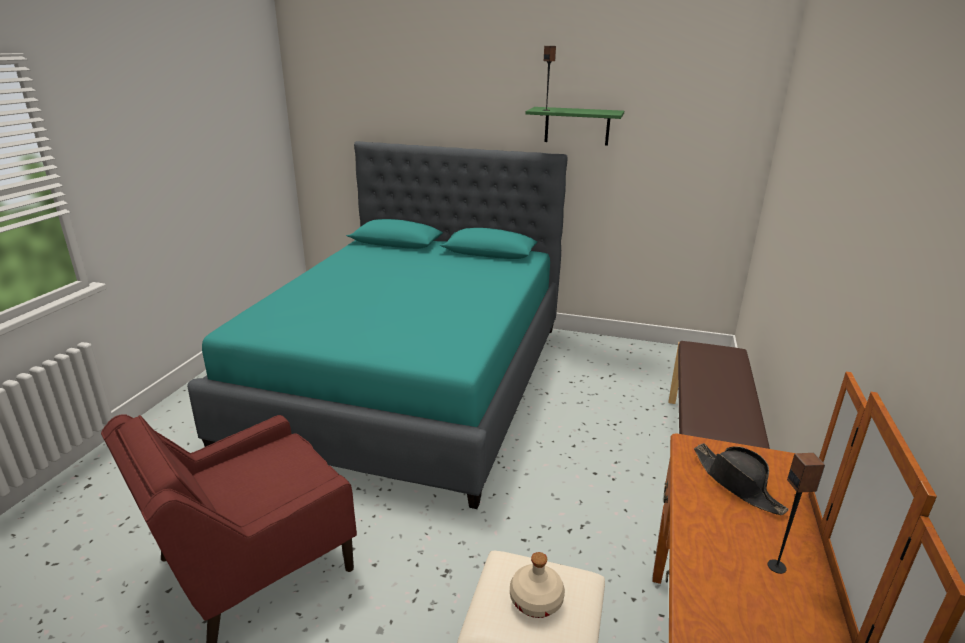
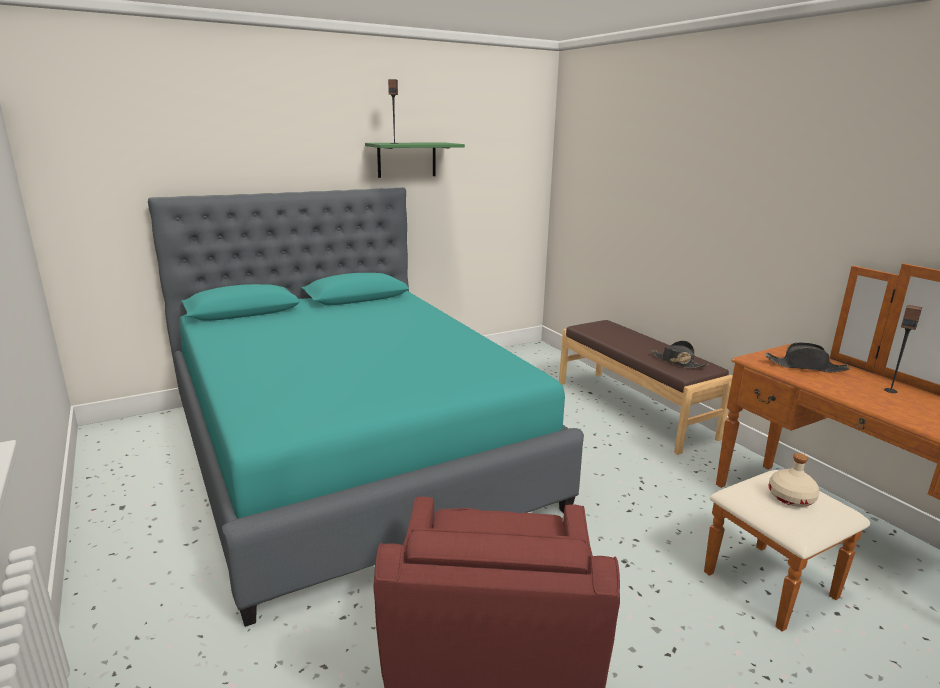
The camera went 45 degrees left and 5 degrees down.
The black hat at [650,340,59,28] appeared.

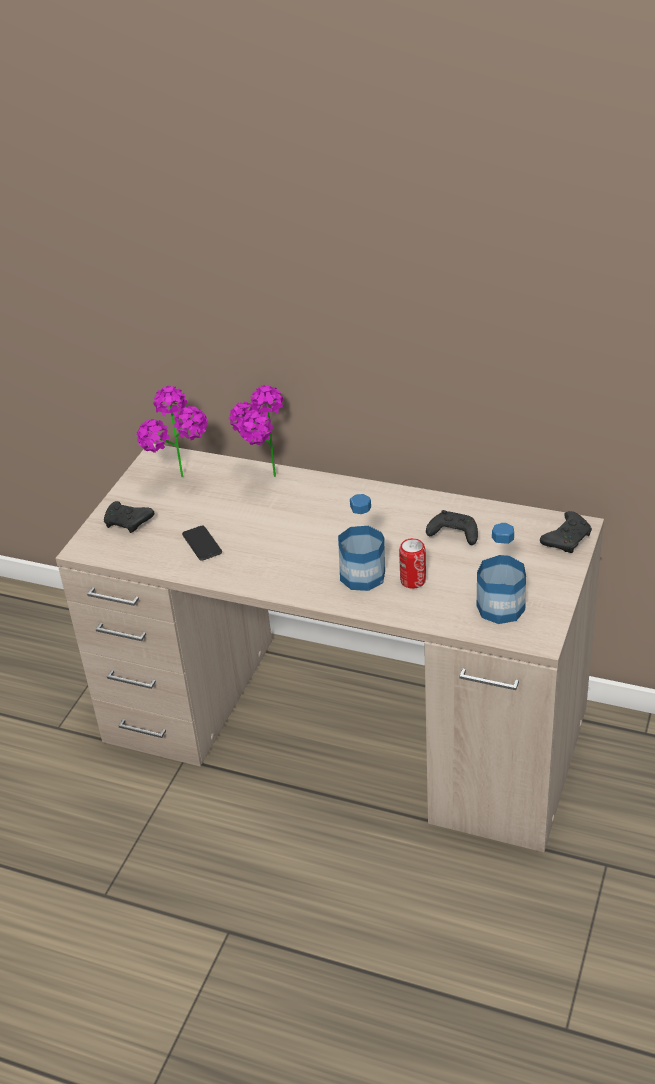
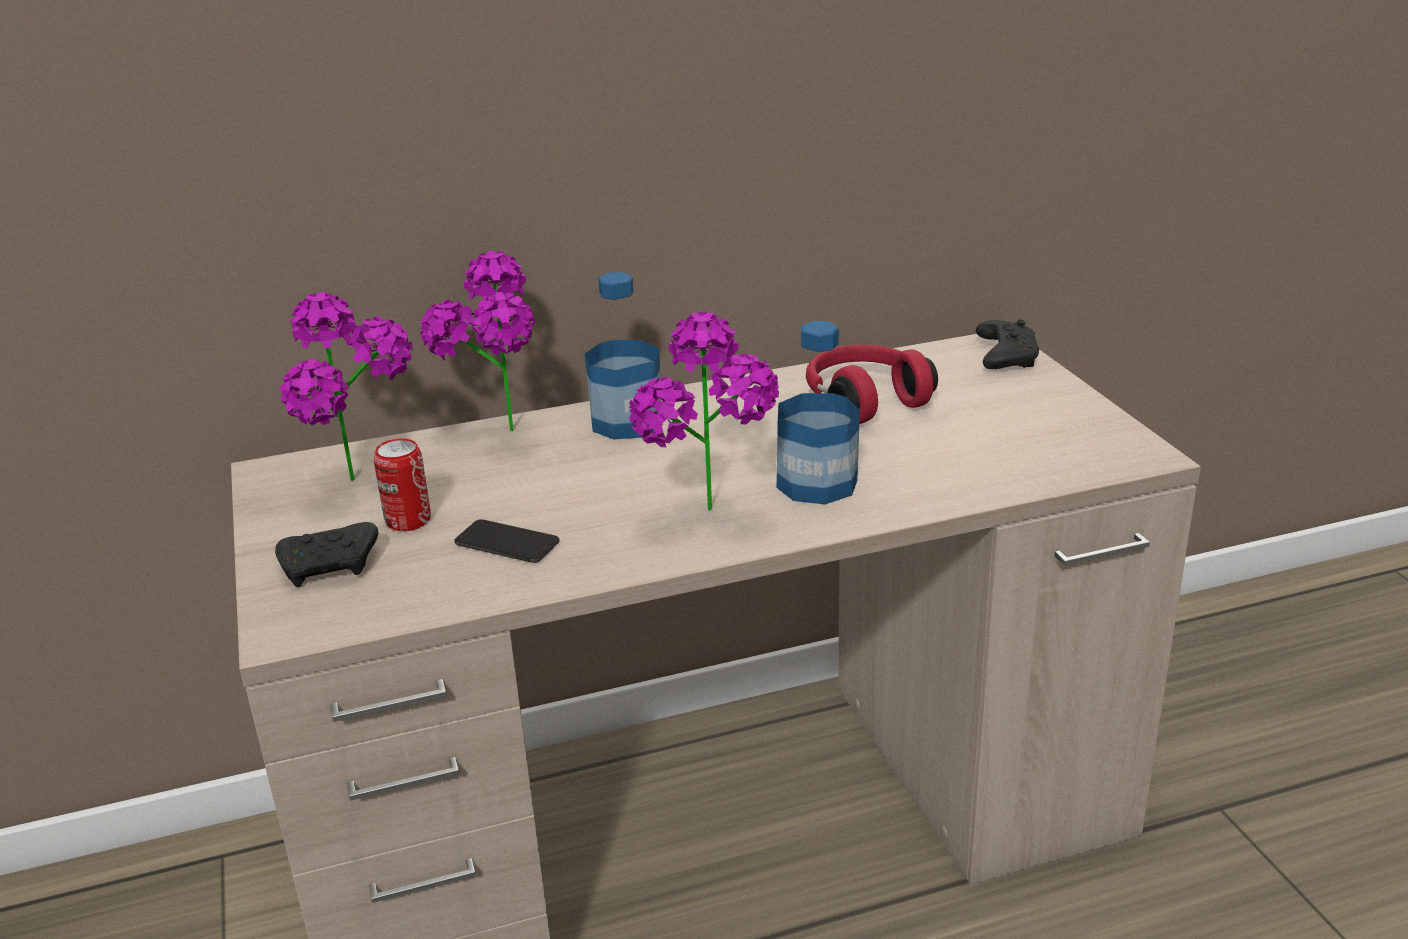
The camera went 40 degrees left and 10 degrees down.
The black game controller at [426,510,52,35] was replaced by the red headphones at [806,345,132,79].
The bottle moved from [477,523,49,101] to [585,272,76,167].
The can moved from [399,538,27,51] to [374,438,57,93].
The potted plant at [629,312,150,198] appeared.

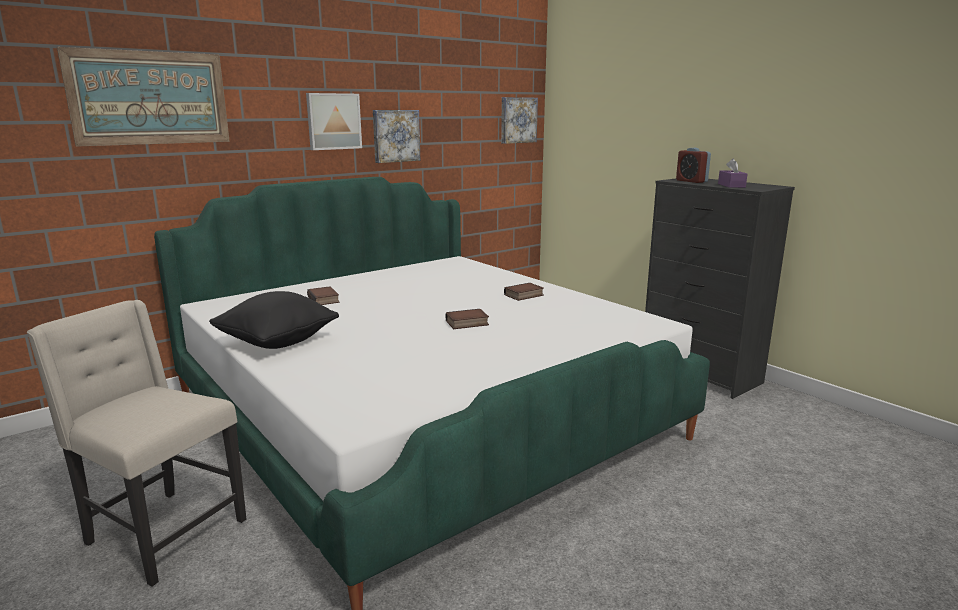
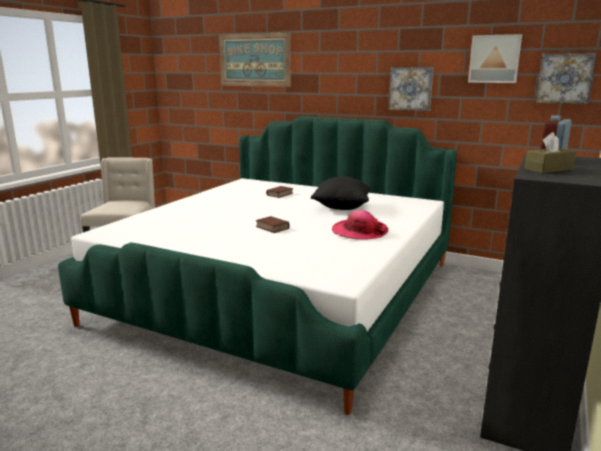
The camera went 65 degrees right and 0 degrees up.
The picture moved from [306,93,56,57] to [468,34,54,49].
The purple tissue box at [718,158,29,30] became the brown tissue box at [524,132,52,41].
The book at [504,283,40,18] was replaced by the hat at [332,210,56,30].
The black pillow moved from [209,291,130,58] to [311,176,60,34].

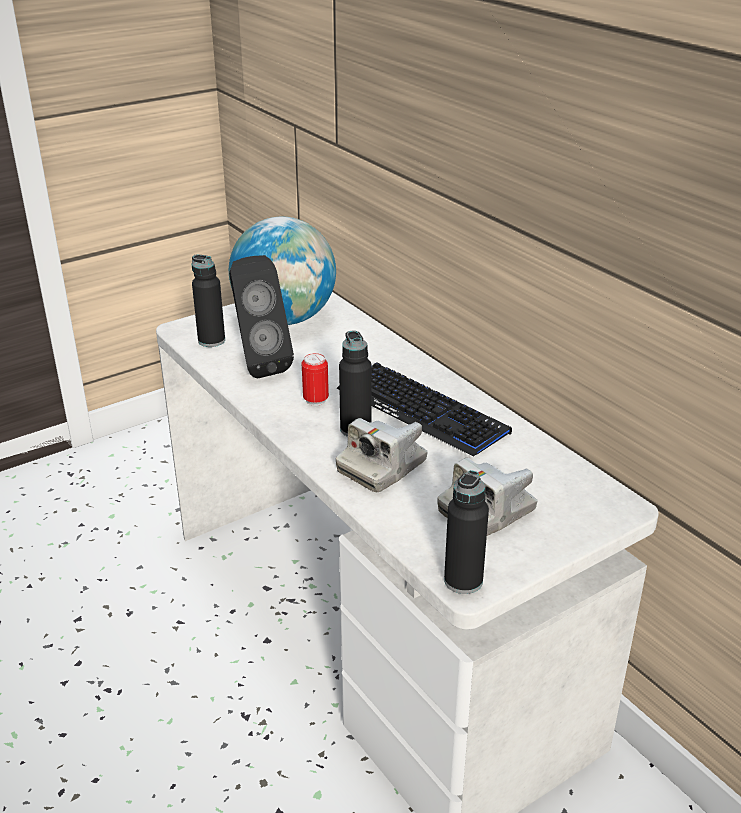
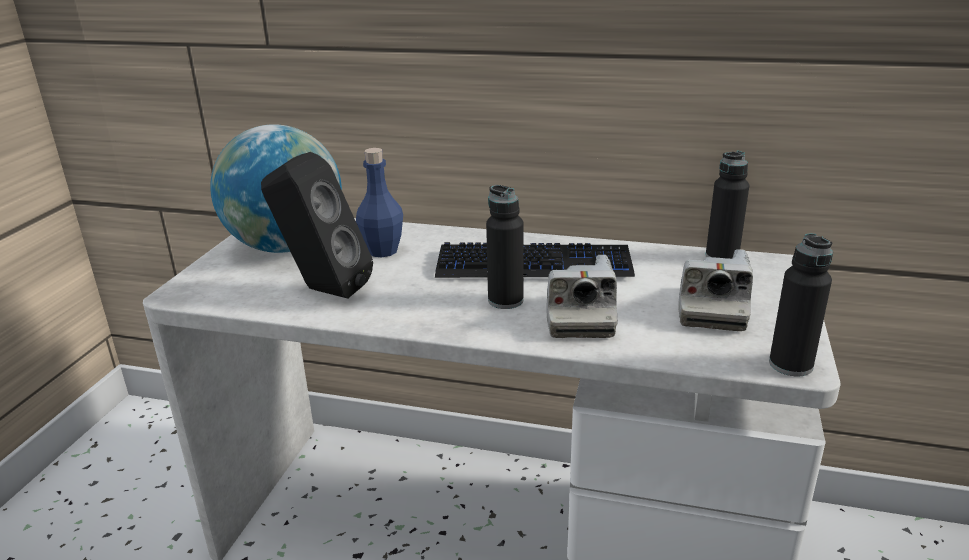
The camera went 40 degrees left and 5 degrees down.
The black bottle moved from [192,254,33,93] to [706,151,43,108].
The can at [302,353,27,53] disappeared.
The blue bottle at [356,148,47,109] appeared.

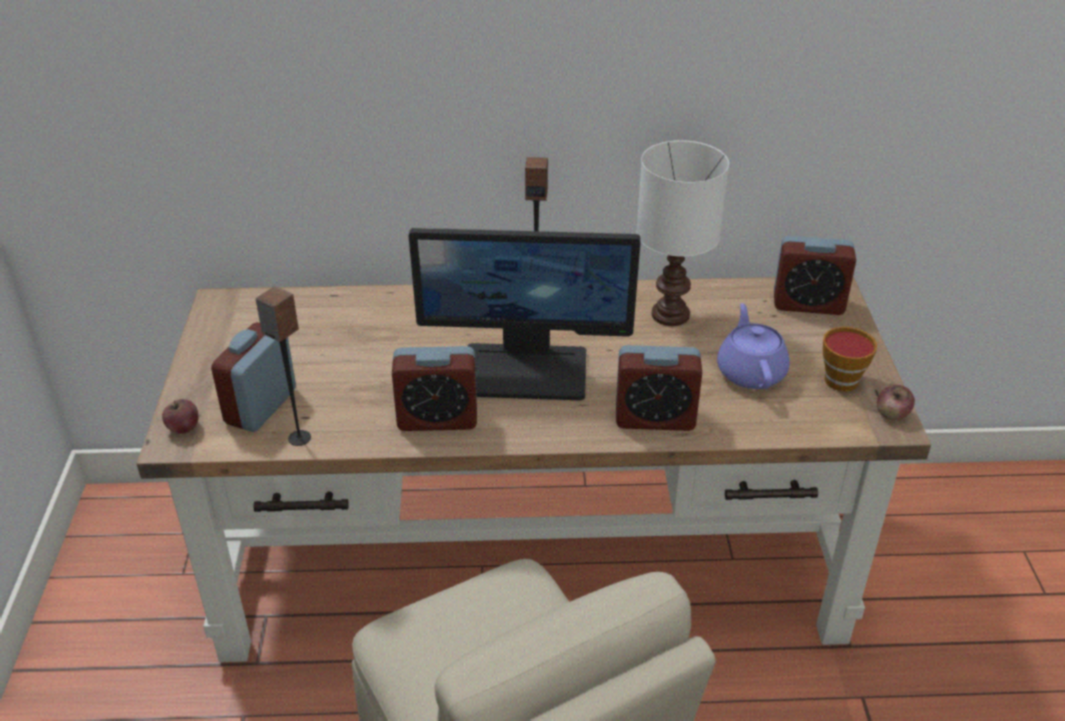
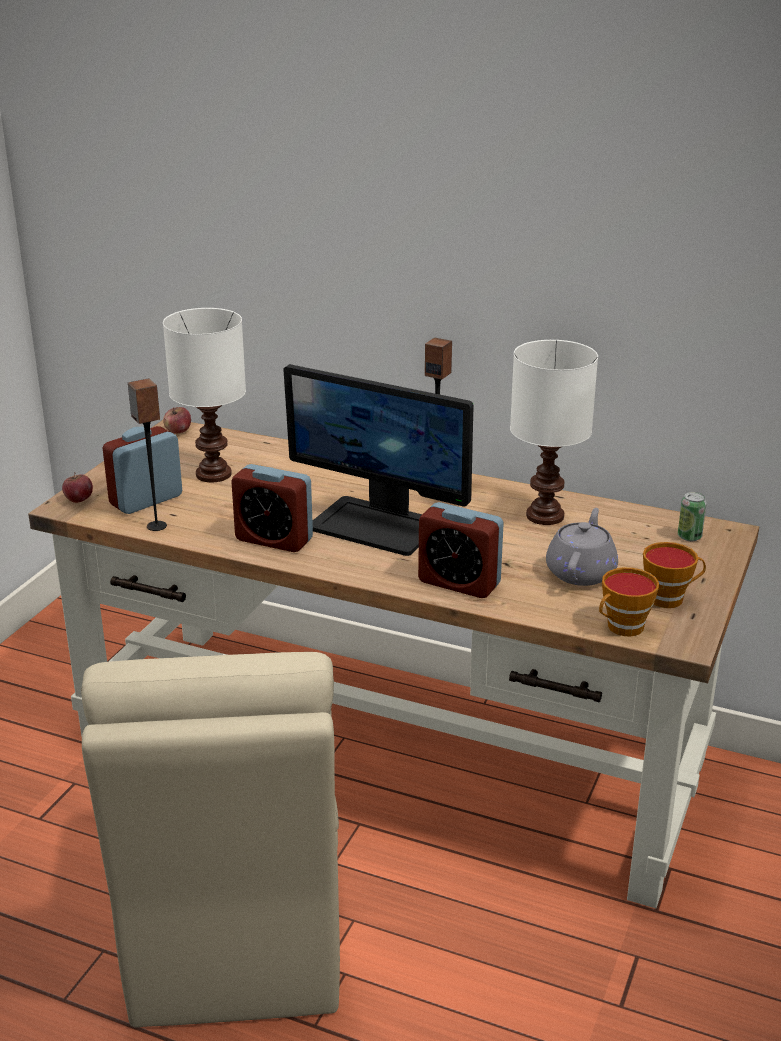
The camera went 25 degrees right and 10 degrees down.
The alarm clock at [774,236,82,79] was replaced by the can at [678,492,29,49].
The purple teapot at [717,303,73,86] became the grey teapot at [546,508,72,78].
The apple moved from [877,385,38,35] to [163,407,28,27].
The white table lamp at [163,308,83,174] appeared.
The cup at [599,568,60,68] appeared.

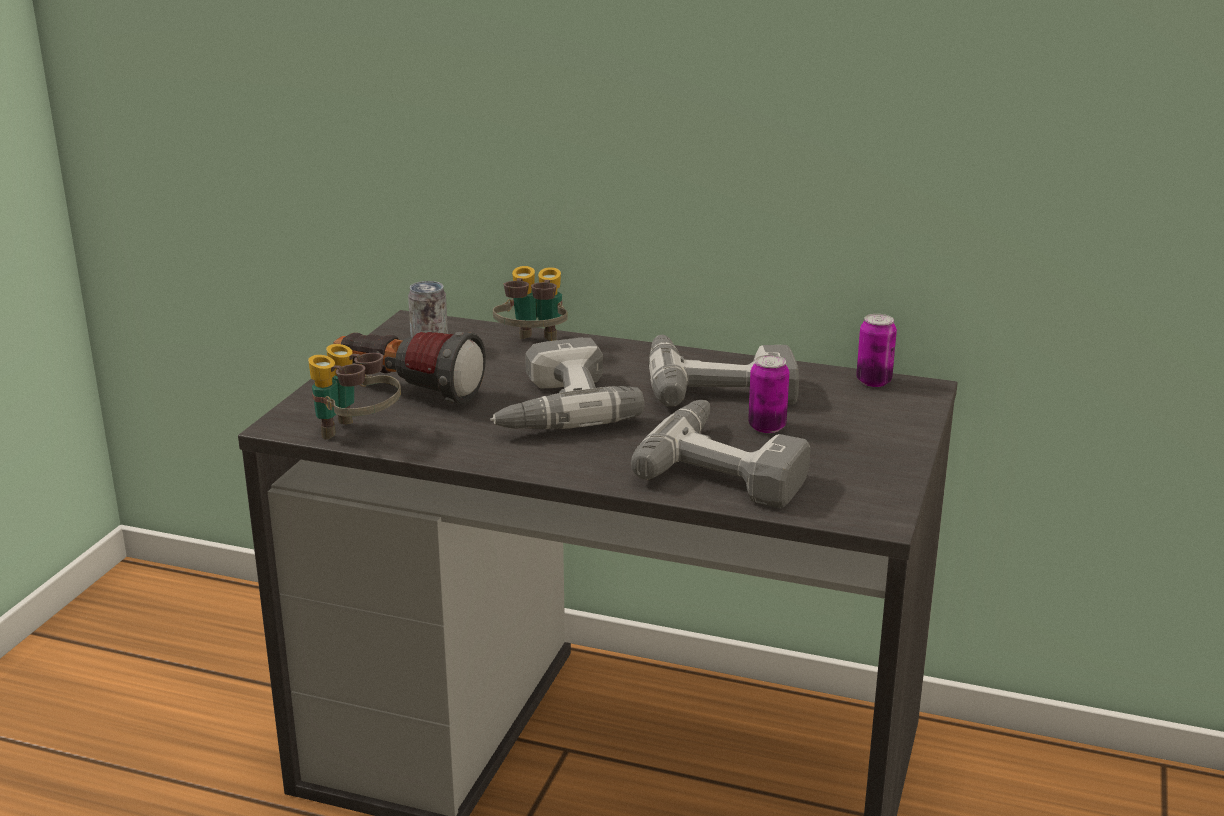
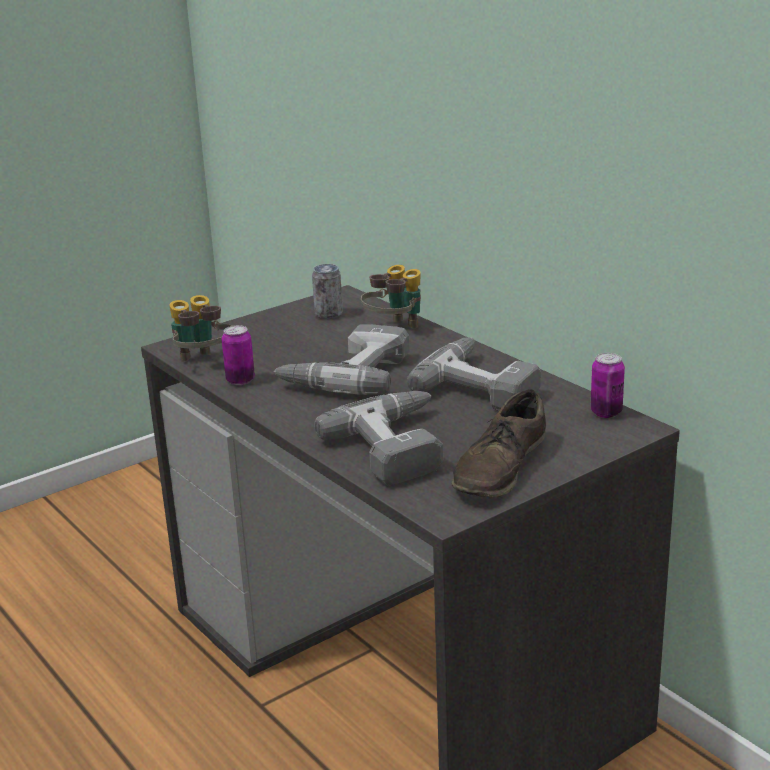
The camera went 35 degrees right and 0 degrees up.
The flashlight at [333,332,153,72] disappeared.
The can moved from [748,355,41,78] to [222,325,33,60].
The brown shoe at [452,389,94,108] appeared.

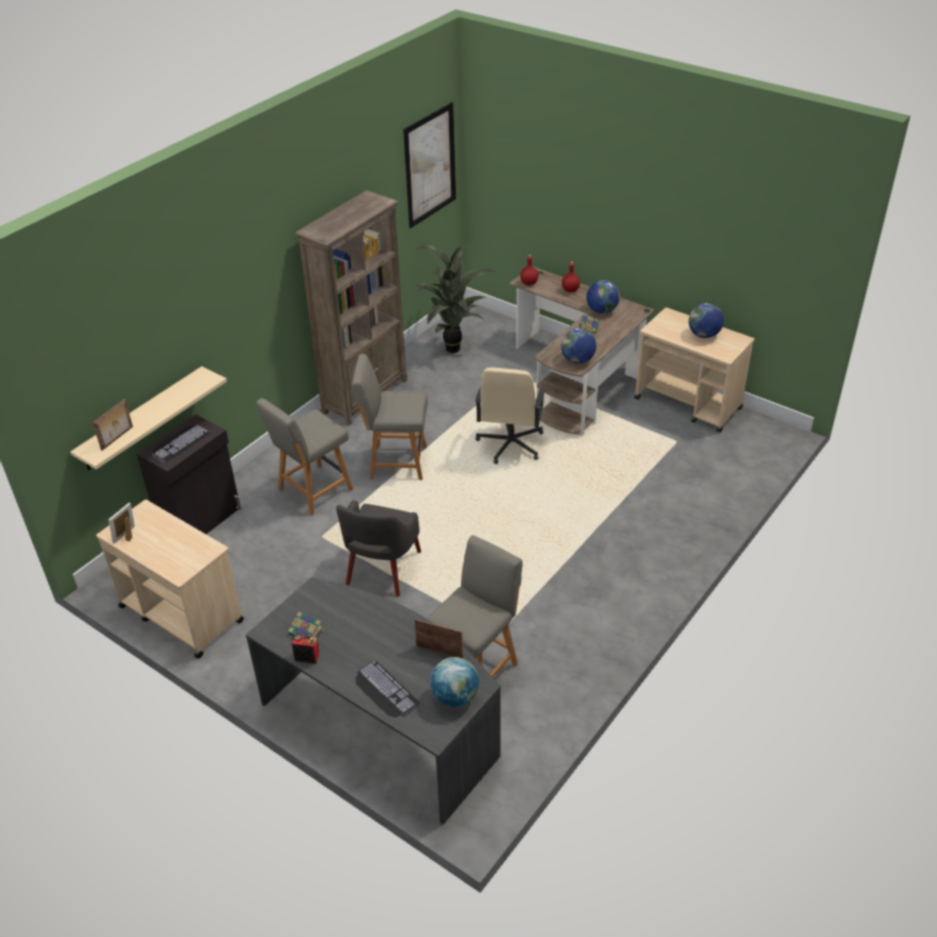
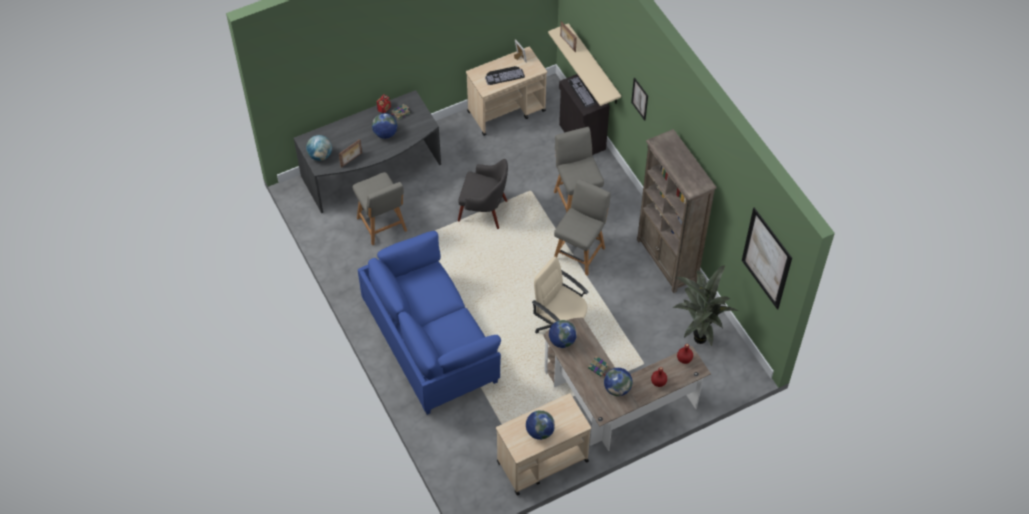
The camera went 115 degrees right and 15 degrees up.
The grey armchair at [336,500,85,97] turned 150 degrees clockwise.
The keyboard moved from [356,661,64,56] to [485,66,40,19].
The picture at [631,78,17,43] appeared.
The globe at [372,113,26,26] appeared.
The blue sofa at [358,231,143,184] appeared.

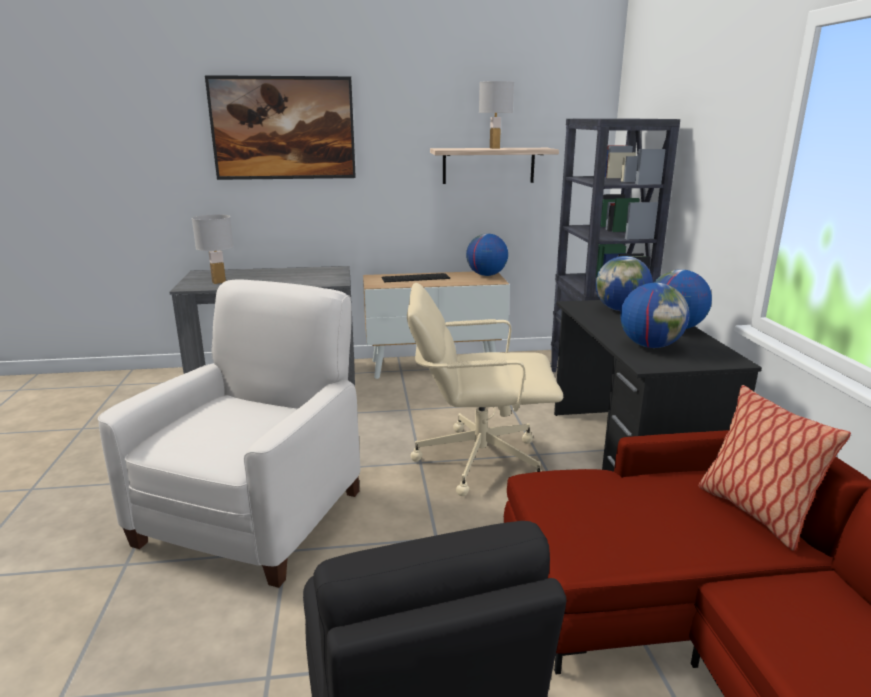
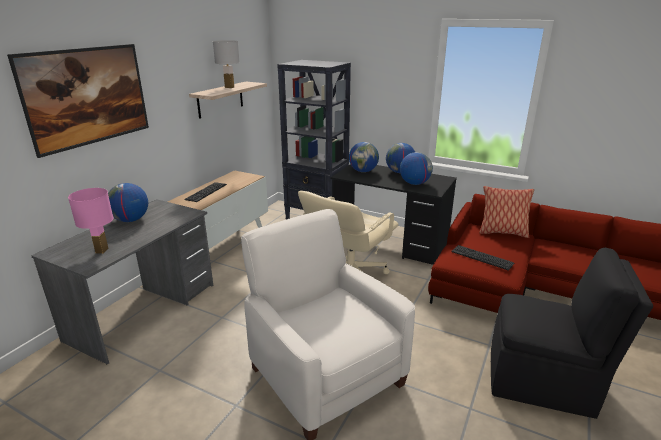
The camera went 55 degrees left and 5 degrees up.
The white table lamp at [192,214,42,70] became the pink table lamp at [68,188,46,66].
The globe moved from [466,234,42,42] to [108,183,40,39].
The keyboard at [452,245,62,26] appeared.

